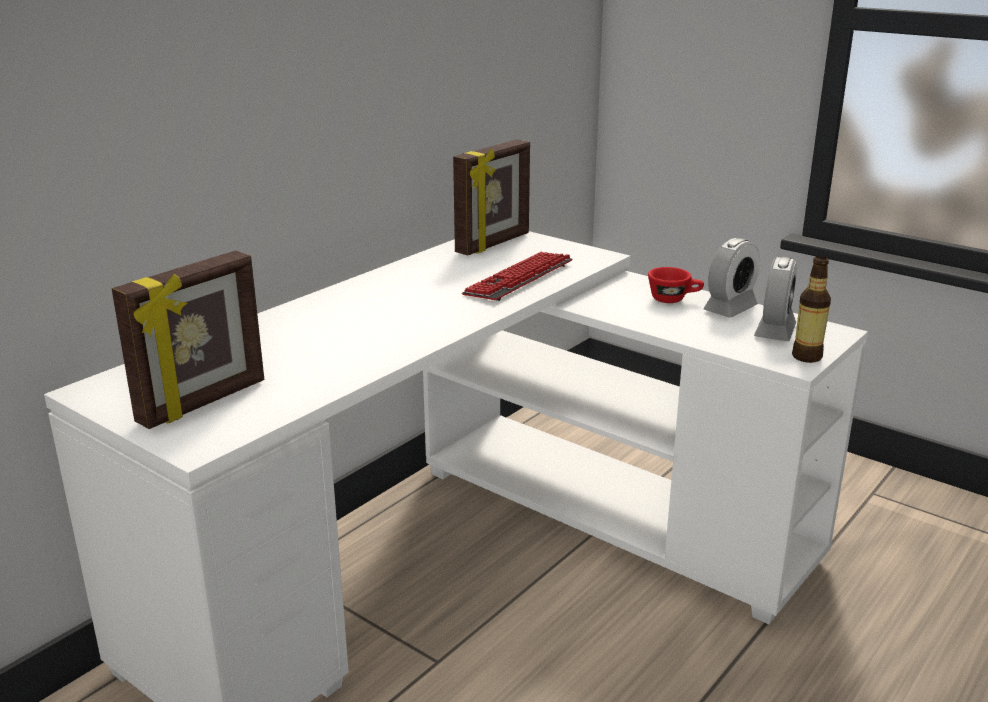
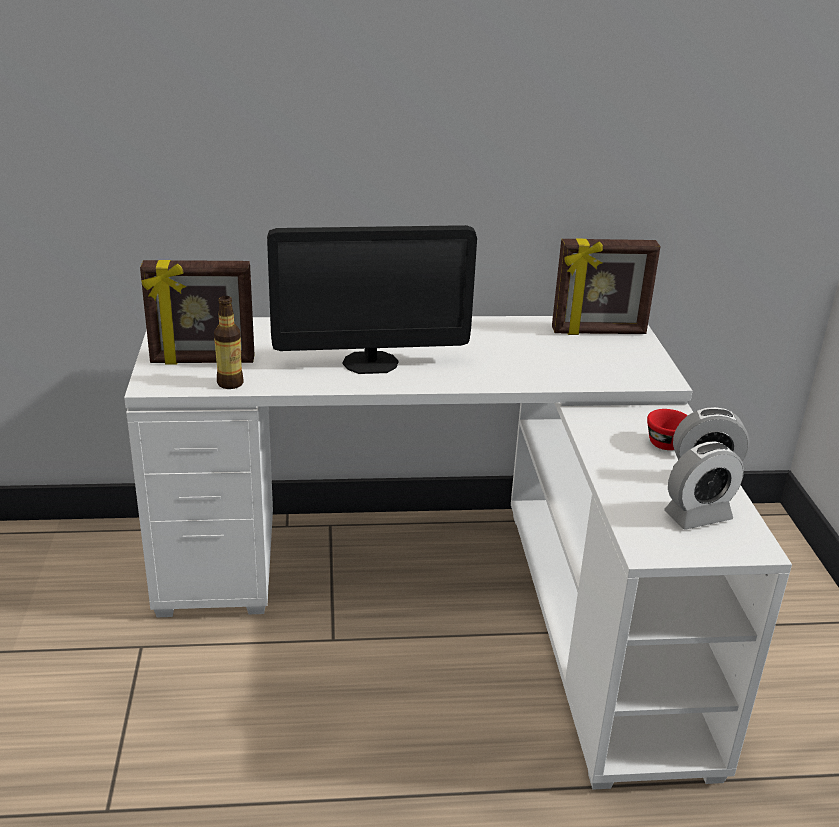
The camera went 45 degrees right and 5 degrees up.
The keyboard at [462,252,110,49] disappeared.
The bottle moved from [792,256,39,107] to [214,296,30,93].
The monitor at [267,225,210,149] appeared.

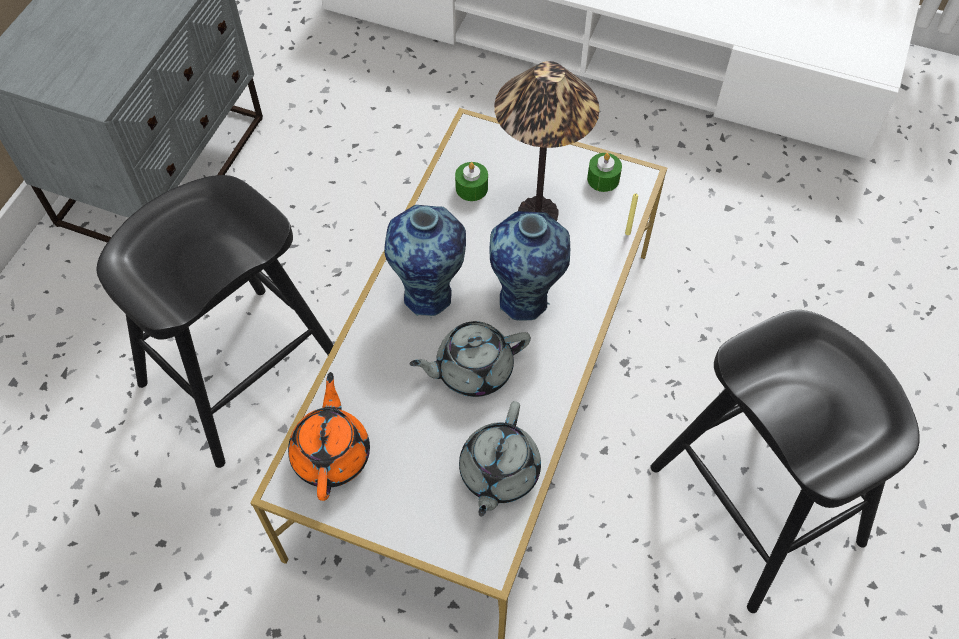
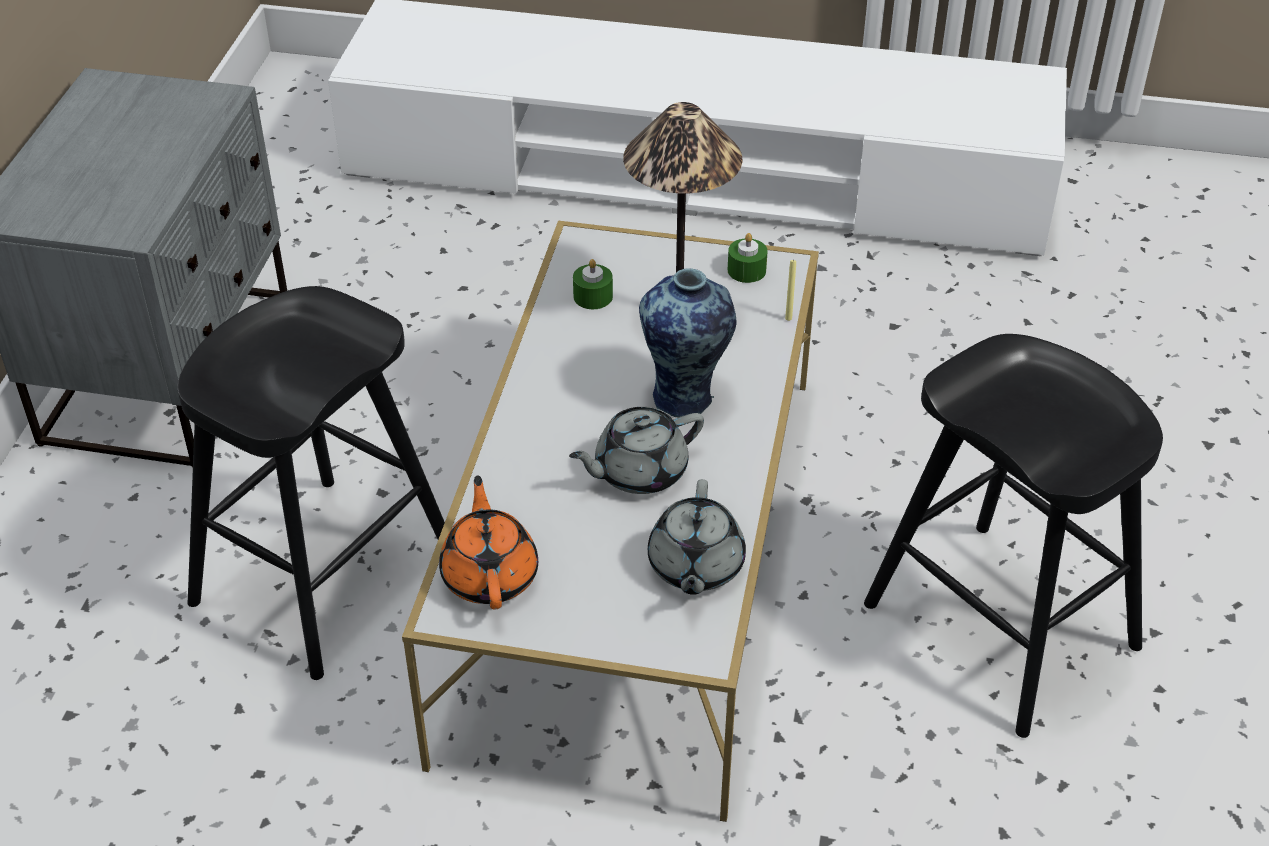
The camera went 10 degrees left and 15 degrees down.
The vase at [384,205,82,113] disappeared.

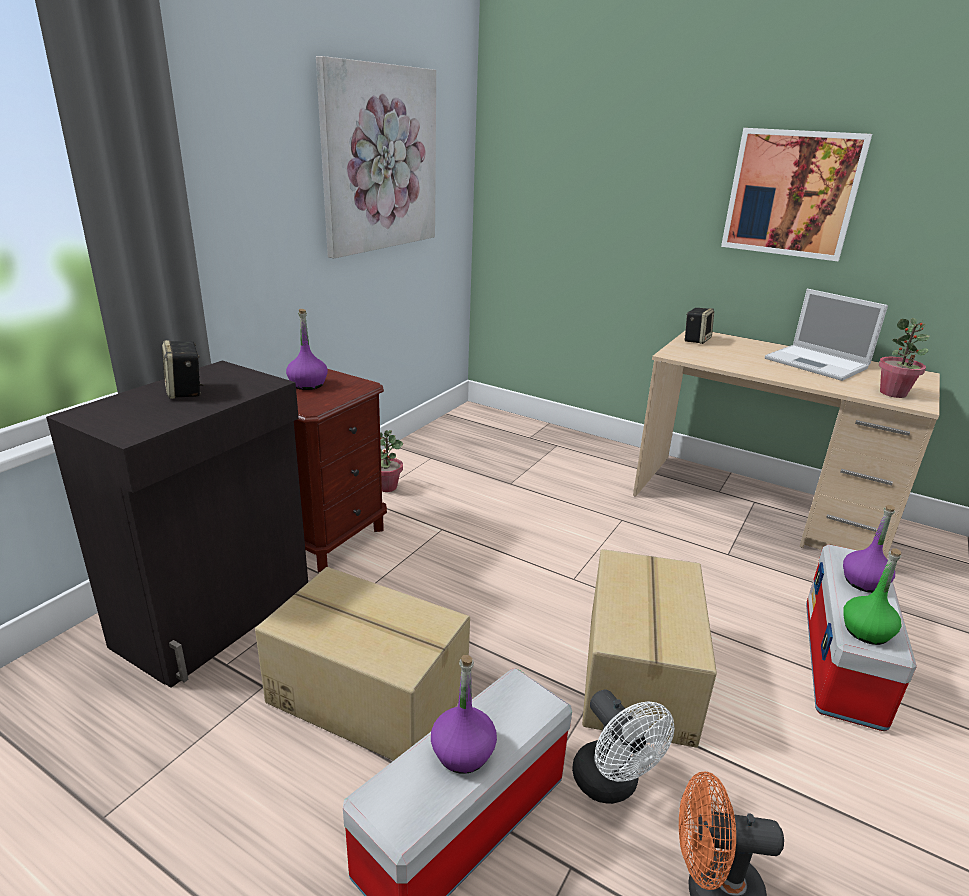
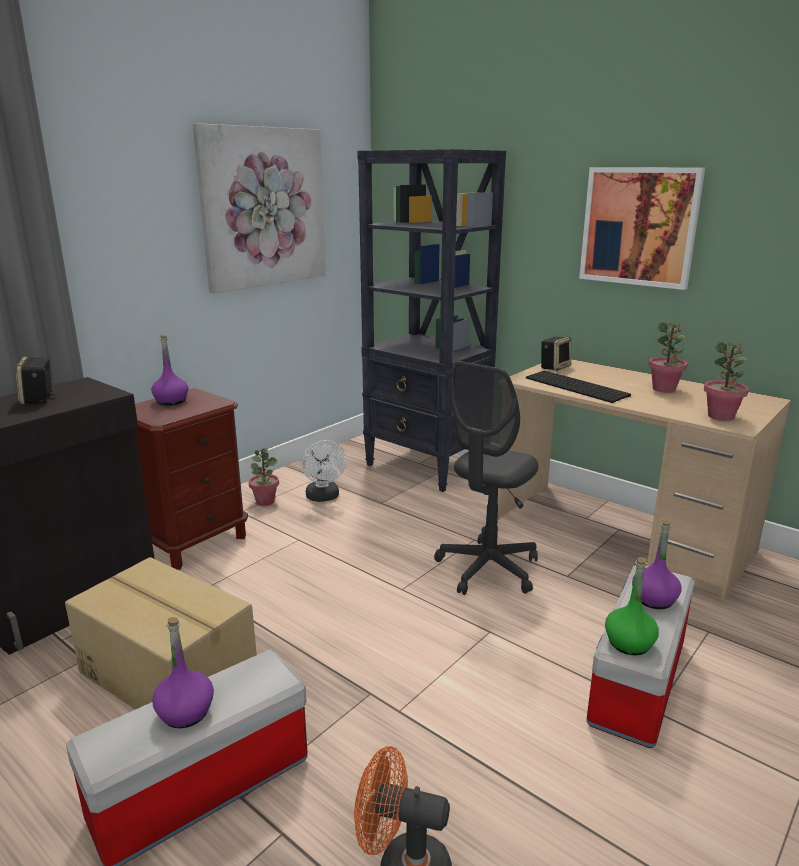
The camera went 10 degrees right and 5 degrees down.
The laptop at [765,289,123,92] was replaced by the potted plant at [648,322,40,71].
The cardboard box at [582,549,135,199] disappeared.
The white fan moved from [572,690,103,114] to [302,440,45,62].
The black bookcase at [357,149,149,343] appeared.
The grey office chair at [434,361,104,234] appeared.
The keyboard at [526,371,105,32] appeared.

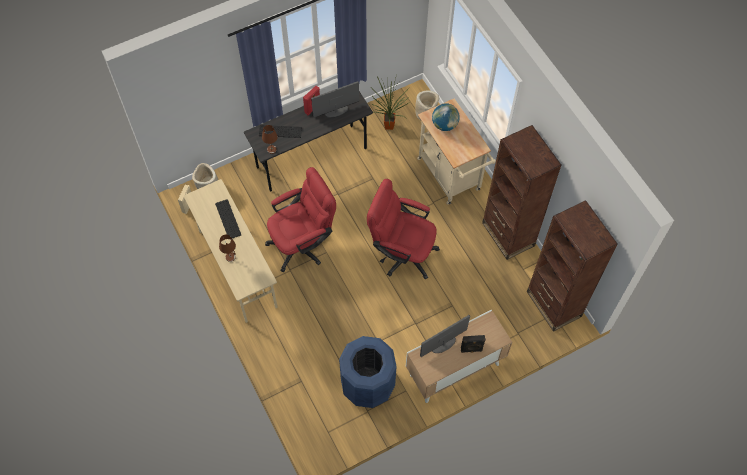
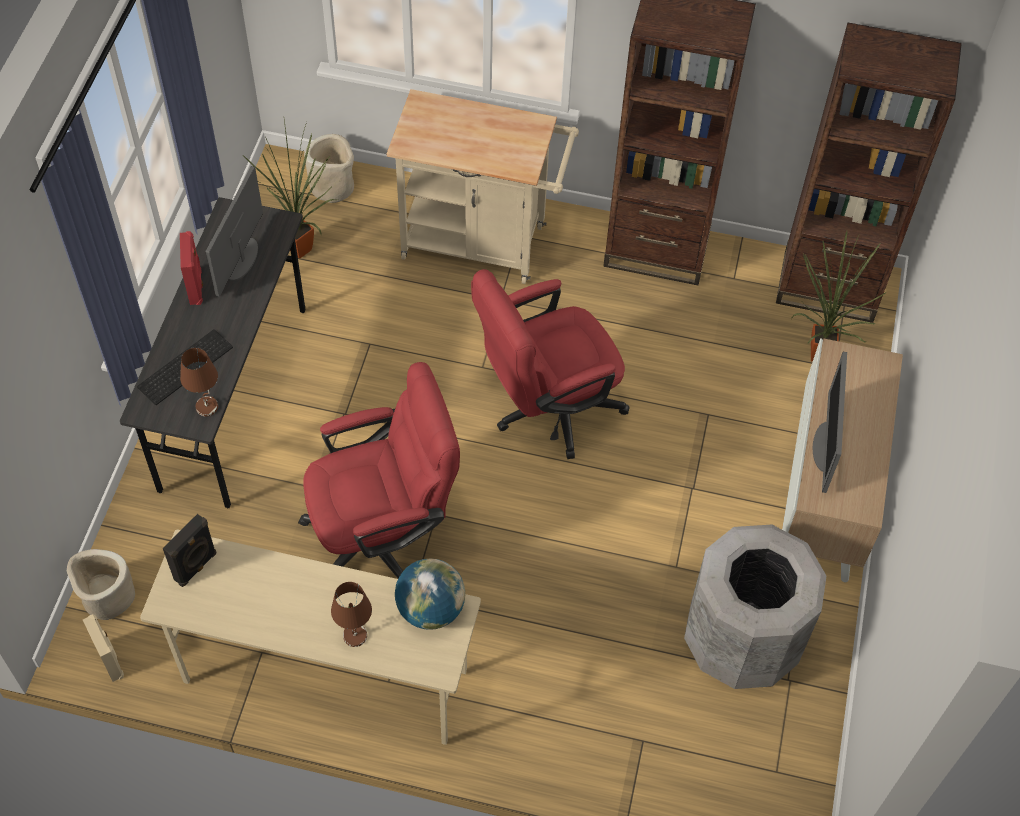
The camera went 50 degrees left and 5 degrees down.
The globe moved from [432,103,28,28] to [395,559,70,71].
The red office chair at [265,167,71,105] turned 60 degrees clockwise.
The keyboard at [215,199,26,39] disappeared.
The black speaker moved from [461,335,25,18] to [163,514,53,73].
The blue trash can at [339,336,58,72] became the grey trash can at [684,525,142,164].
The potted plant at [791,231,96,131] appeared.

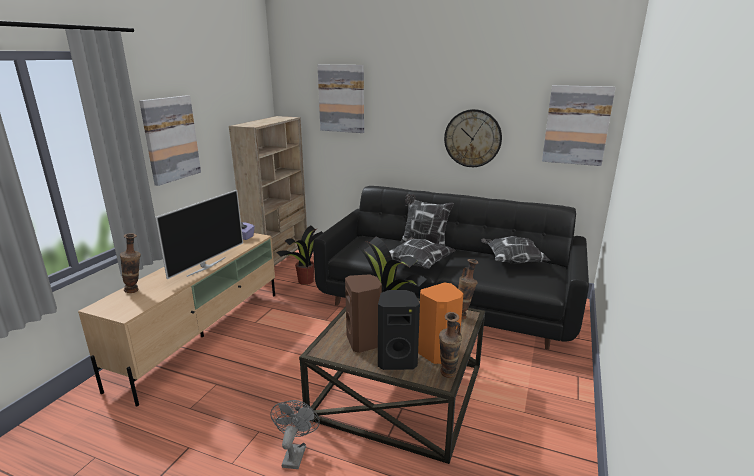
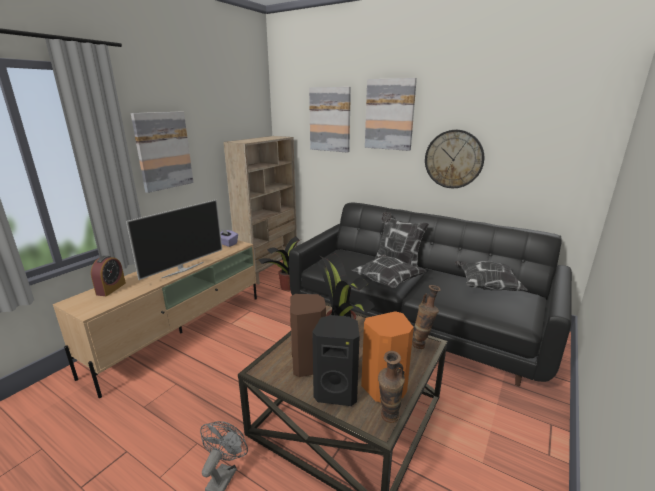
The camera went 10 degrees right and 0 degrees up.
The picture moved from [542,85,74,81] to [365,78,52,73].
The vase at [120,233,21,60] was replaced by the alarm clock at [91,256,35,40].

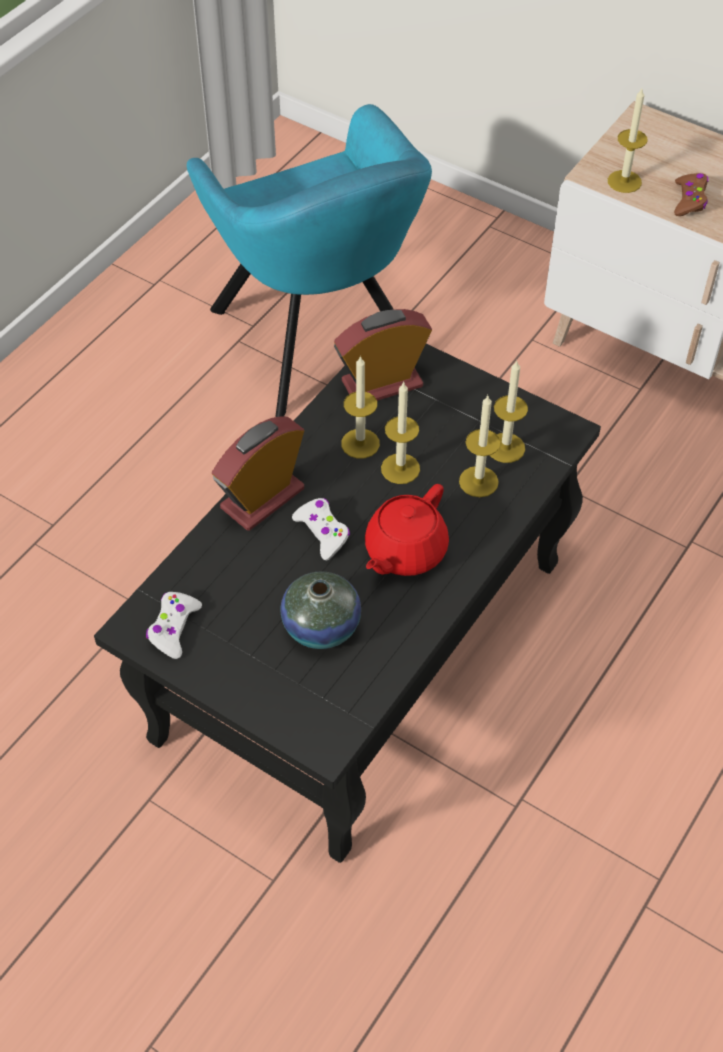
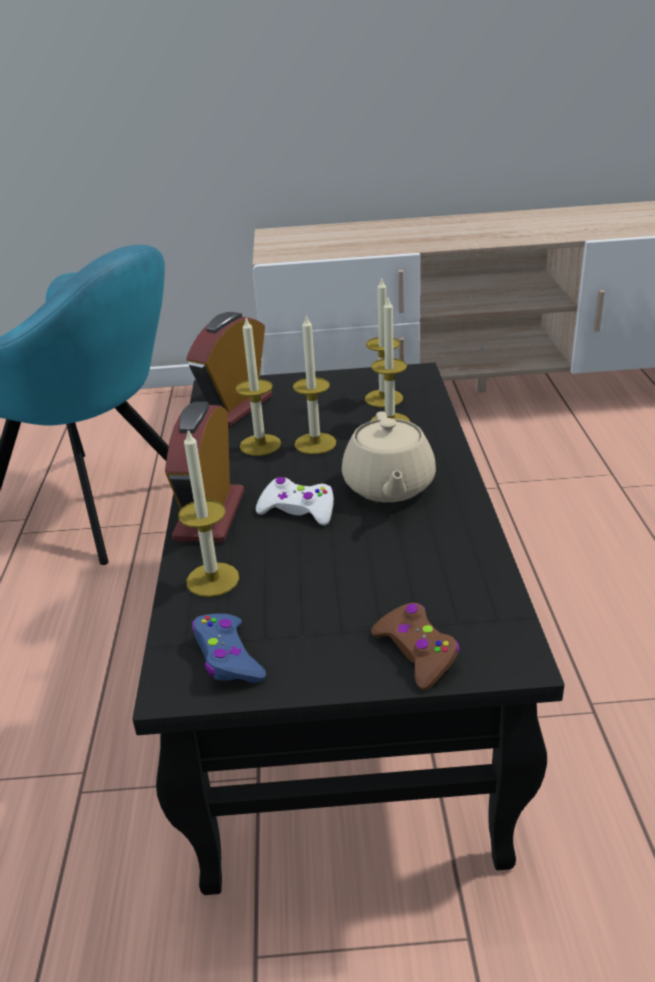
The camera went 35 degrees left and 20 degrees down.
The candle moved from [608,89,40,104] to [178,429,61,168].
The brown game controller moved from [674,173,34,43] to [371,603,89,87].
The red teapot at [365,484,84,92] became the beige teapot at [342,411,94,91].
The vase at [281,571,80,78] disappeared.
The white game controller at [146,592,56,67] became the blue game controller at [192,614,74,69].

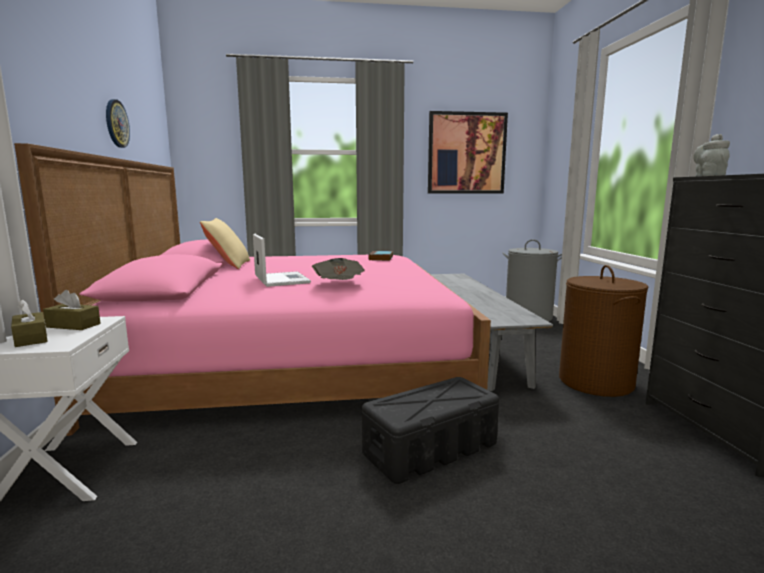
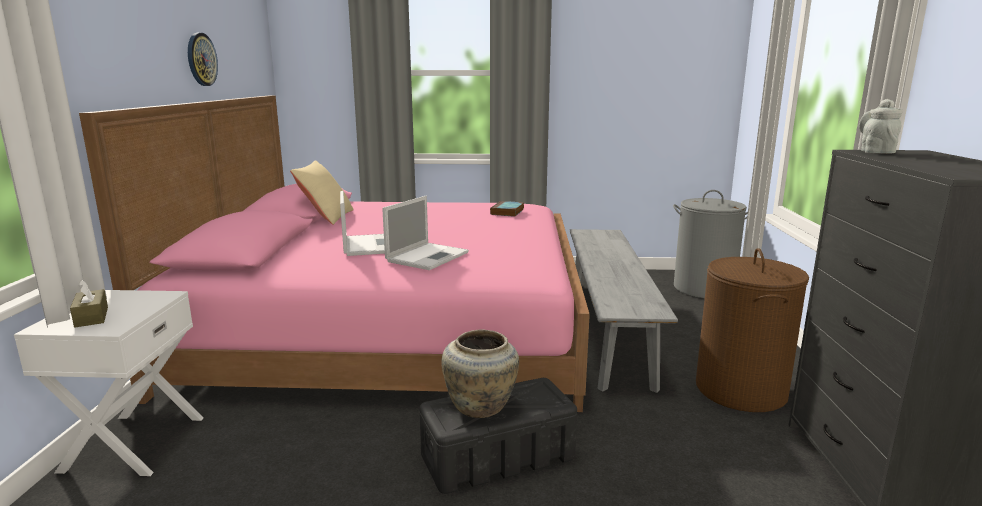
The camera went 10 degrees right and 5 degrees up.
The picture at [428,111,80,83] disappeared.
The newspaper at [311,258,54,22] was replaced by the laptop at [382,196,87,74].
The brown tissue box at [43,290,58,40] disappeared.
The beige vase at [441,330,78,88] appeared.

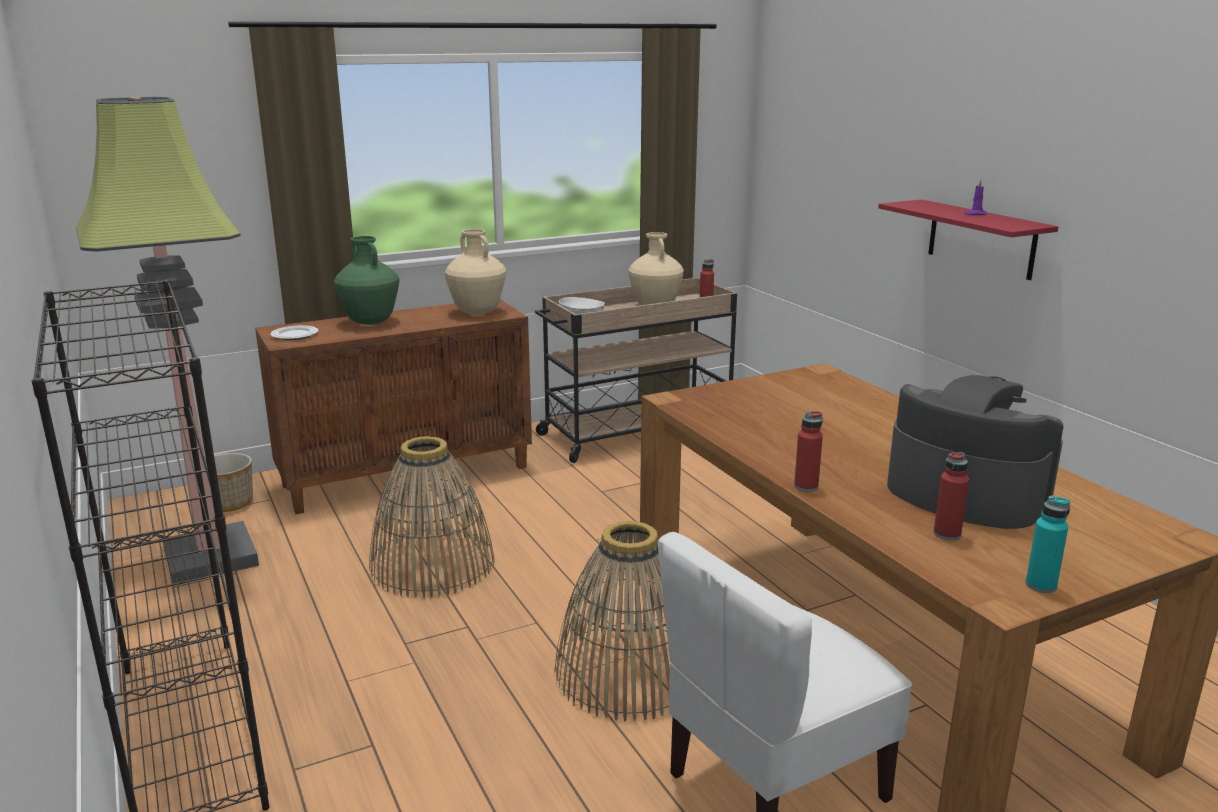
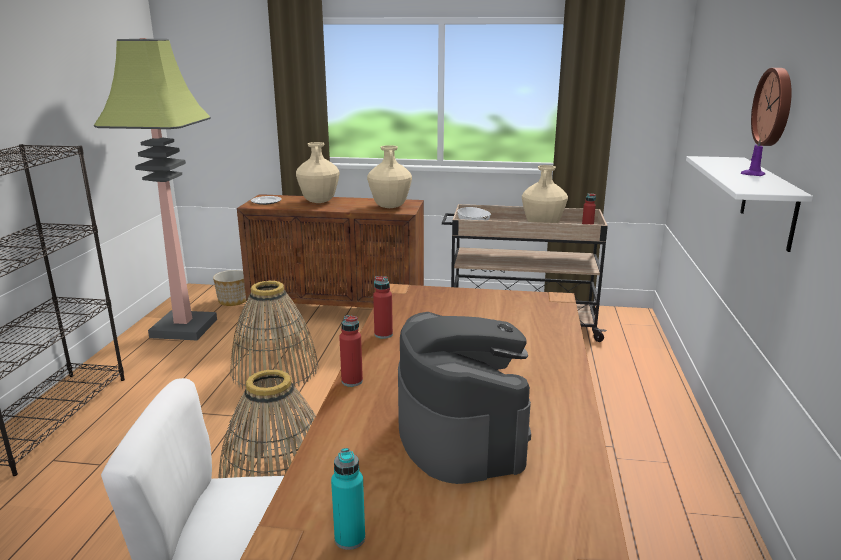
The camera went 35 degrees right and 0 degrees up.
The red shelf at [878,199,180,81] became the white shelf at [686,156,127,96].
The green vase at [334,236,65,89] became the beige vase at [296,142,43,61].
The red bottle moved from [934,452,35,89] to [373,276,20,63].
The wall clock at [751,68,41,78] appeared.

